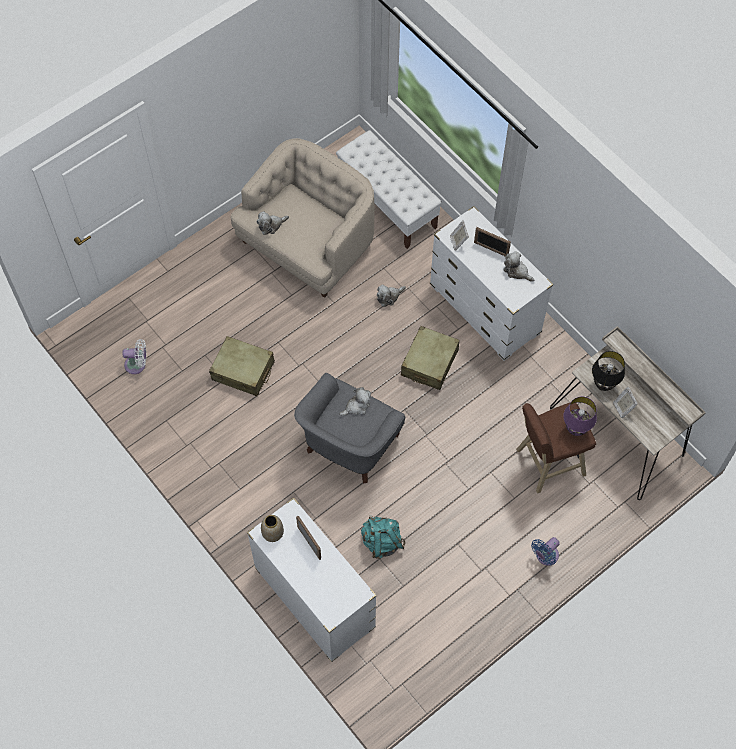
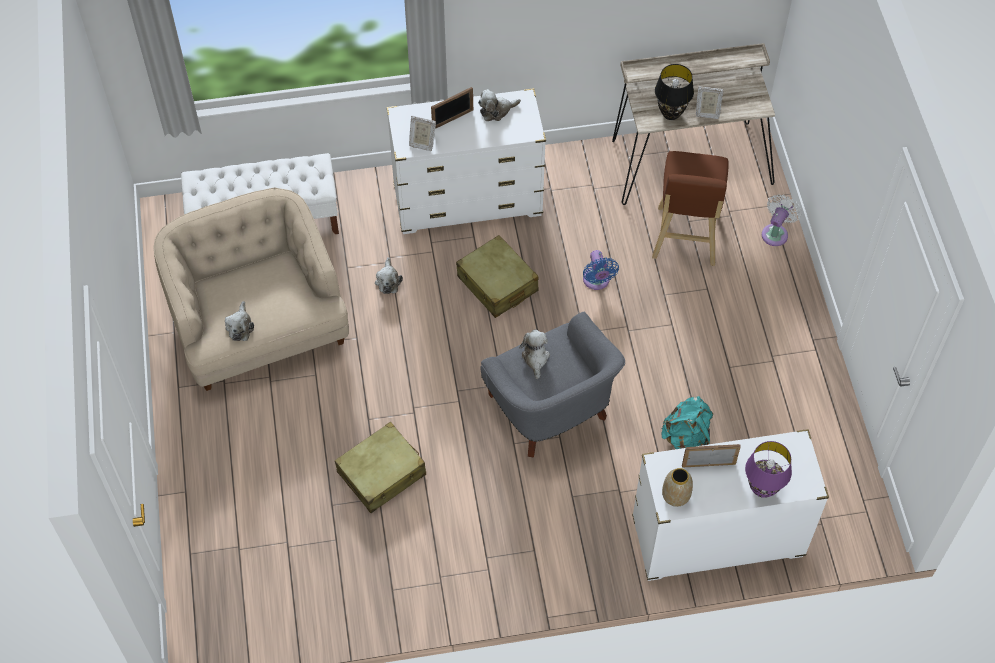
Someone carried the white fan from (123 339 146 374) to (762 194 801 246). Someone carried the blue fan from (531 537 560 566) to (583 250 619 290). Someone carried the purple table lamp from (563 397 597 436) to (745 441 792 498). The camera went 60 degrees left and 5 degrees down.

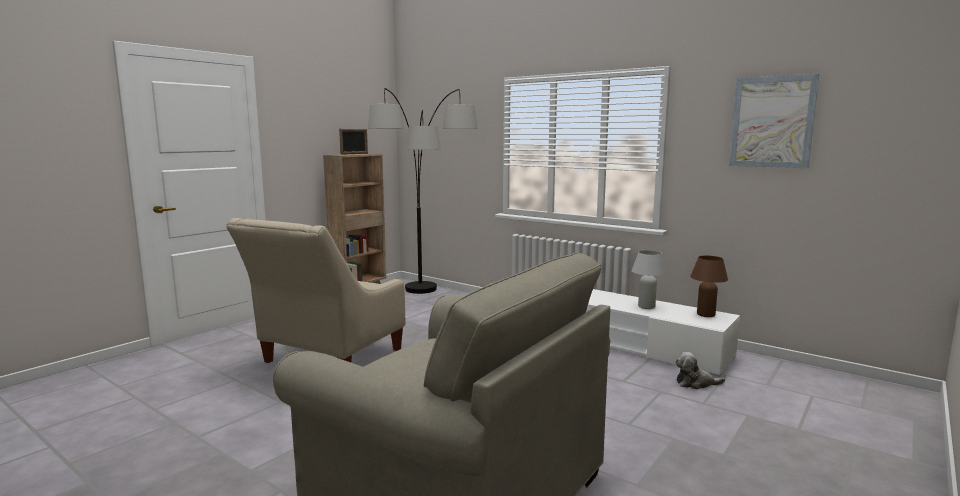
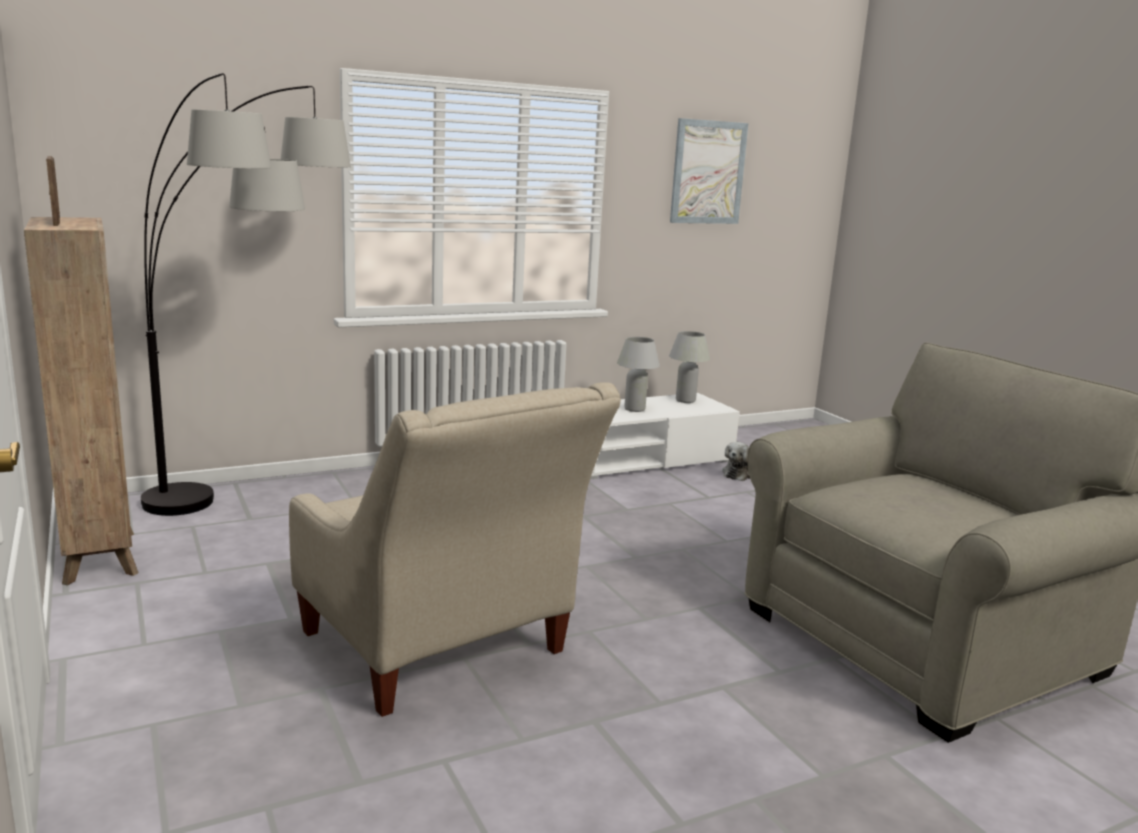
Someone repainted the brown table lamp at (690 256 728 317), which became the white table lamp at (669 331 710 403). The camera went 65 degrees left and 5 degrees up.

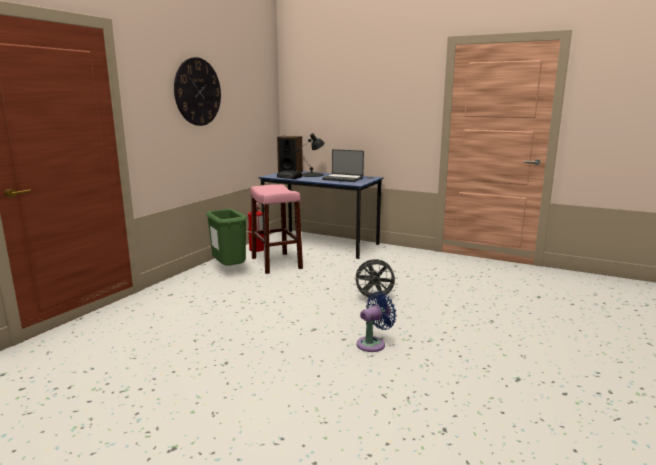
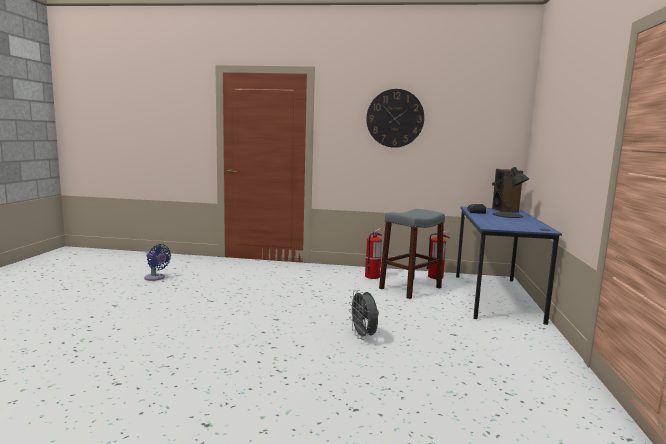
Someone took away the laptop at (322 149 364 182). Someone carried the blue fan from (357 292 397 352) to (144 244 171 281). Someone swapped the green trash can at (206 209 248 266) for the fire extinguisher at (365 228 382 279). Someone repainted the pink stool at (250 184 303 274), which became the grey stool at (379 209 445 299). The camera went 70 degrees right and 5 degrees down.

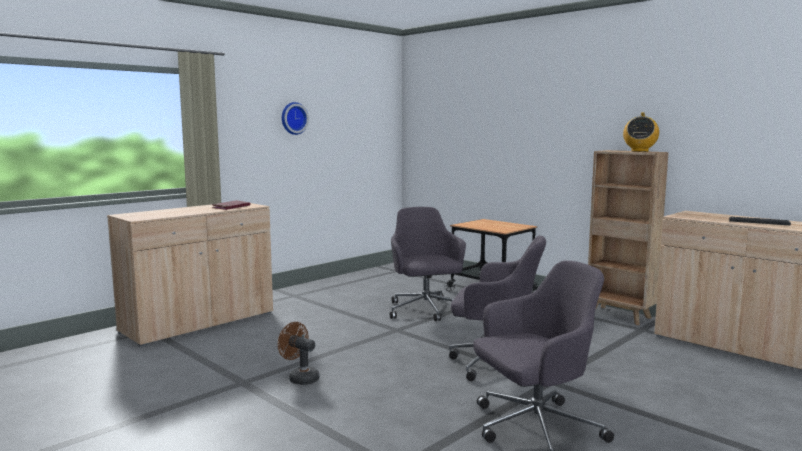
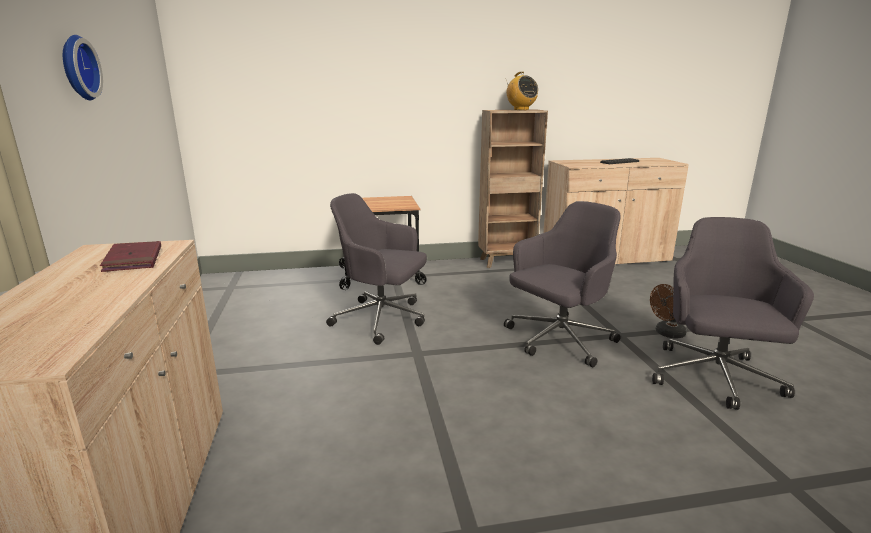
Someone carried the brown fan from (278 322 320 385) to (650 284 687 339). The camera went 55 degrees left and 10 degrees up.

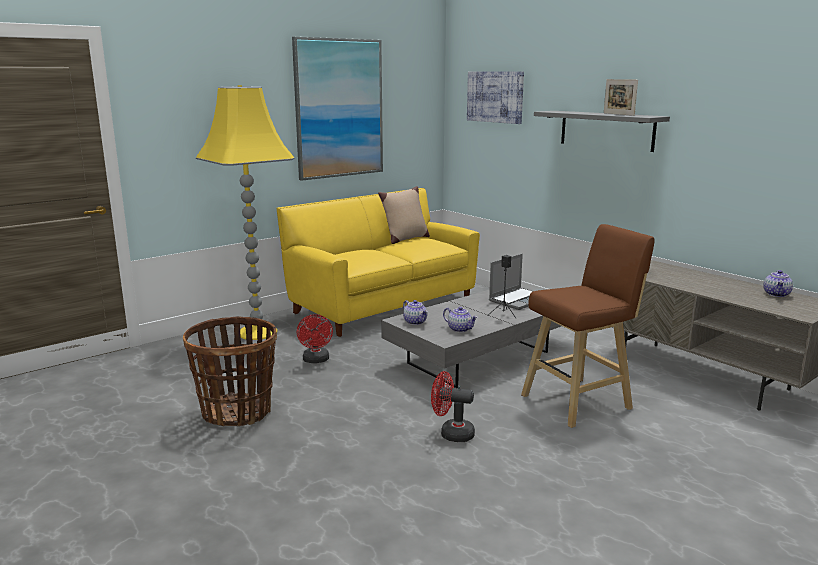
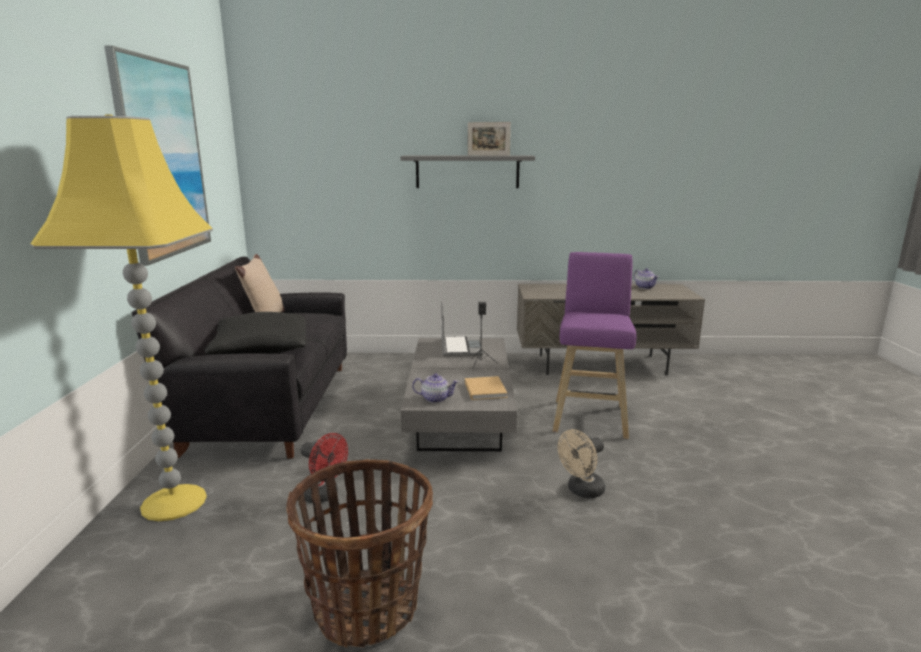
Someone took away the picture at (467 71 524 124). Someone put down the black pillow at (205 312 306 355). Someone swapped the teapot at (443 307 478 332) for the beige book at (465 376 507 400). Someone repainted the yellow sofa at (277 188 480 337), which became the black sofa at (132 257 347 459). Someone repainted the red fan at (431 371 475 442), which became the beige fan at (558 429 605 498). Someone repainted the brown stool at (521 224 655 428), which became the purple stool at (553 252 636 439). The camera went 50 degrees left and 0 degrees up.

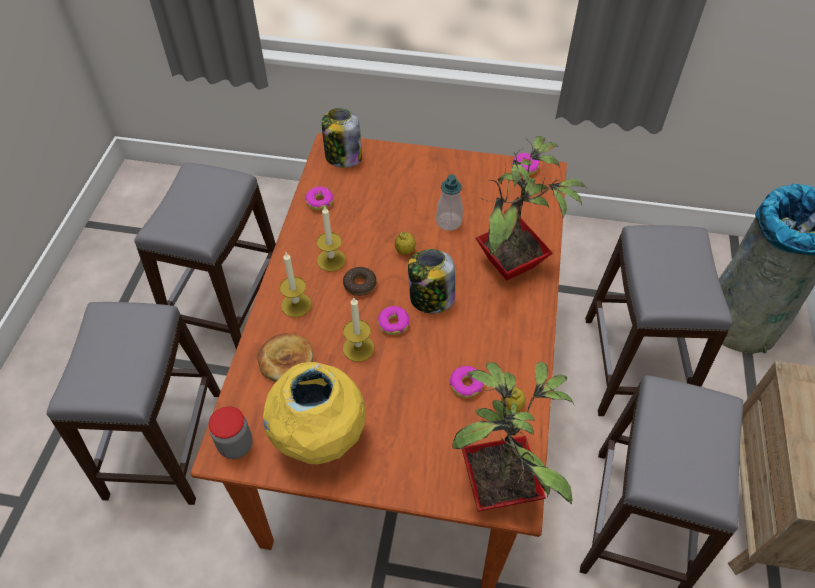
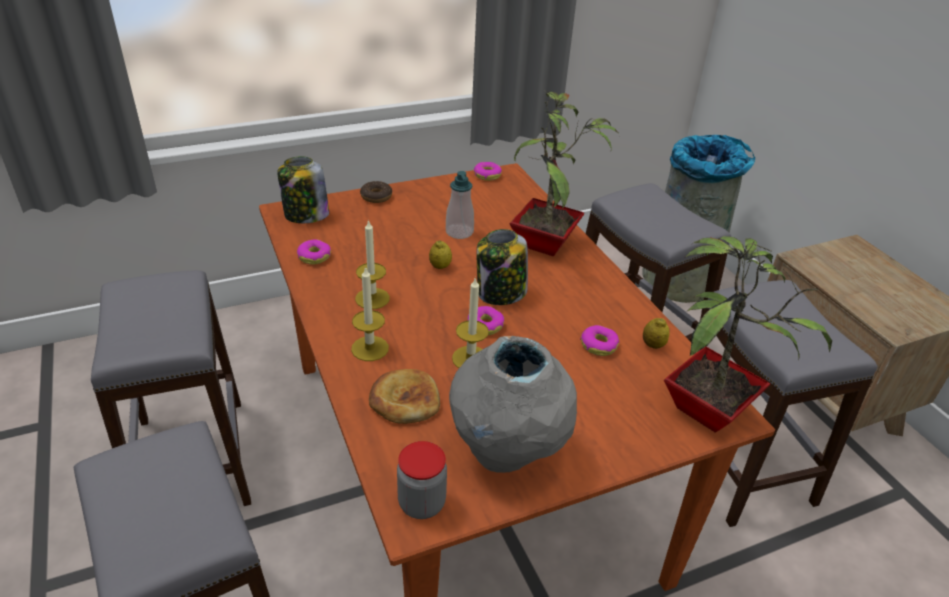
Someone carried the donut from (343 267 377 296) to (360 181 392 203). Someone repainted the yellow vase at (263 362 366 464), which became the grey vase at (449 336 577 473). The camera went 35 degrees left and 15 degrees down.

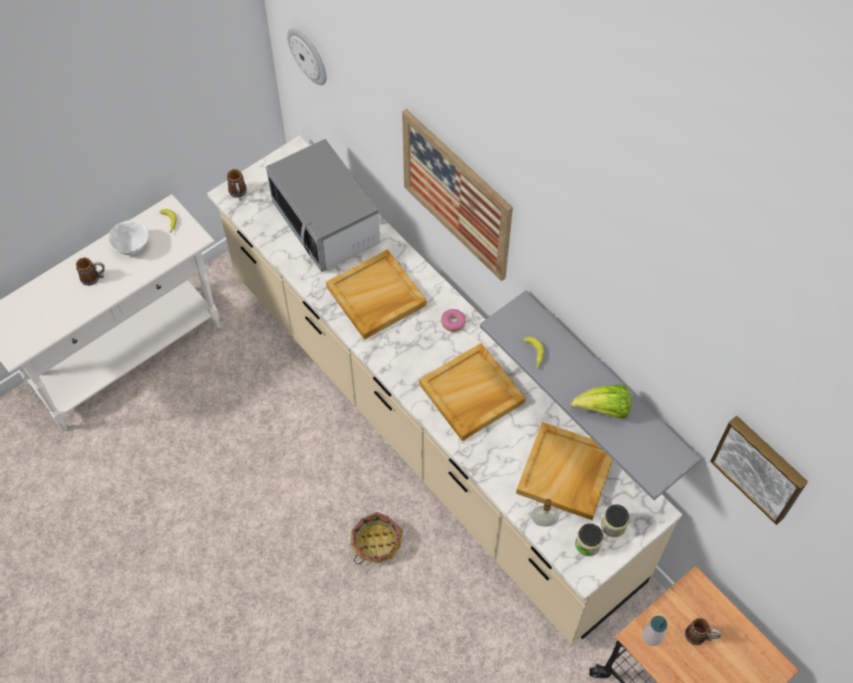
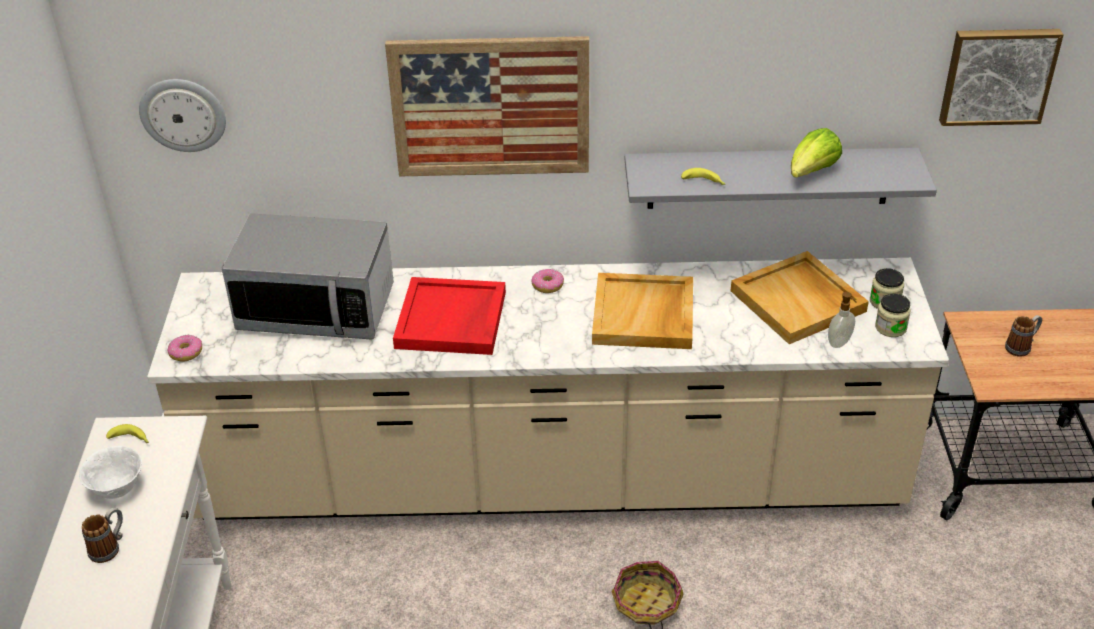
Someone took away the soap dispenser at (642 616 667 646). Someone swapped the mug at (227 169 247 200) for the donut at (168 335 202 362). Someone repainted the beige tray at (326 249 427 340), which became the red tray at (393 277 506 355). The camera went 50 degrees left and 20 degrees down.

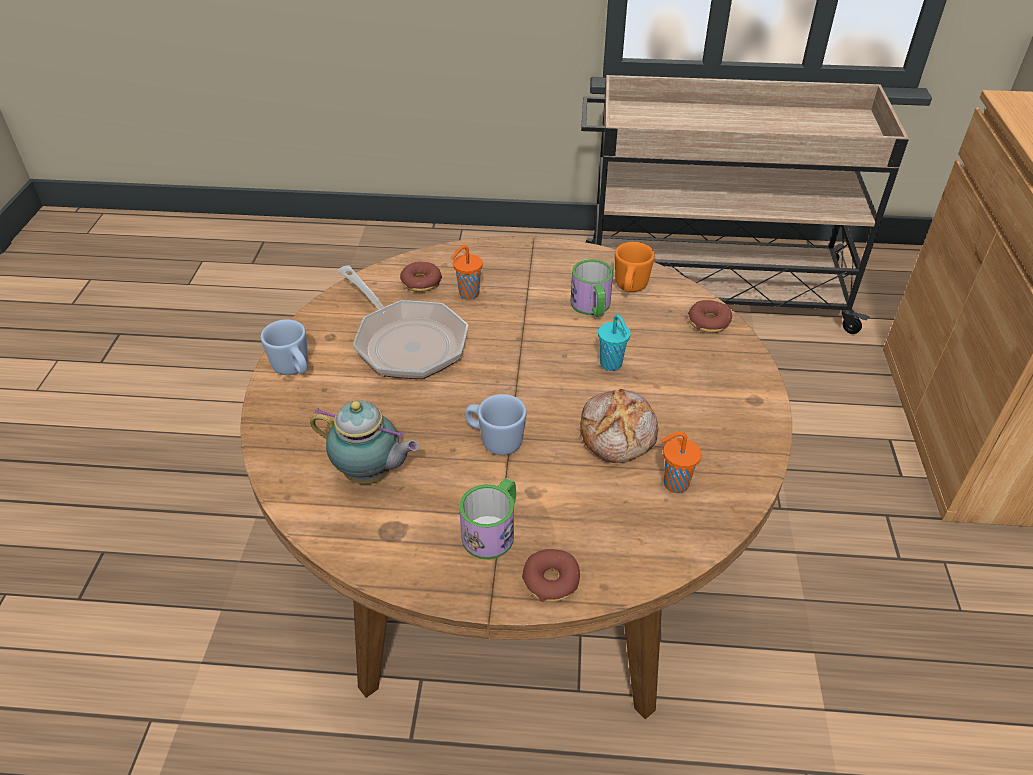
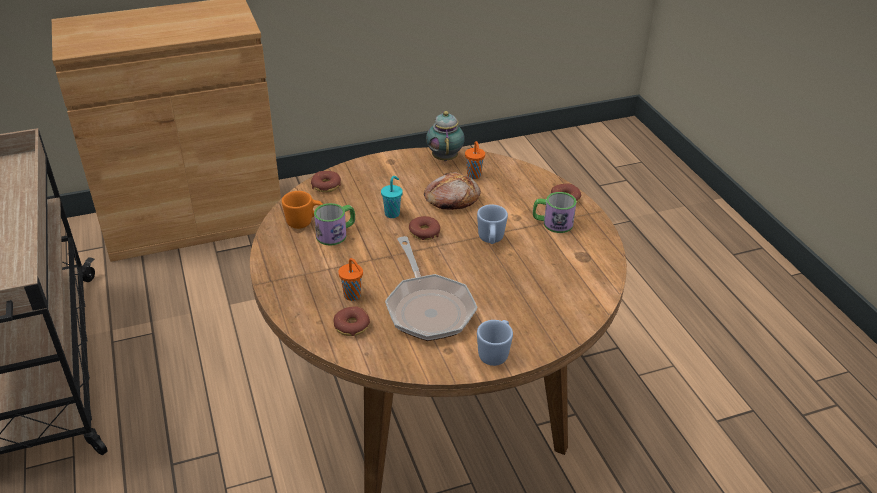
Someone put down the donut at (409 216 440 240). Someone carried the teapot from (310 400 419 484) to (426 111 465 161). Someone rotated the frying pan at (337 265 468 379) by 135 degrees clockwise. The camera went 115 degrees left and 5 degrees down.

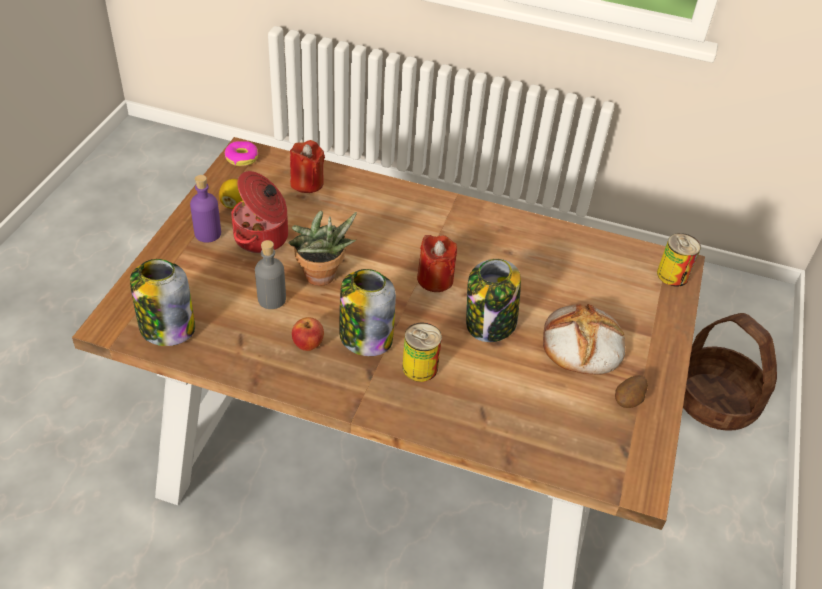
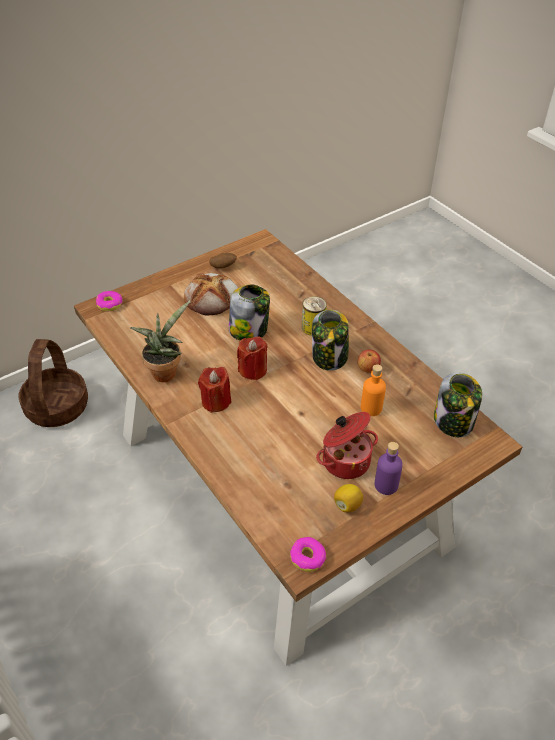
Someone carried the potted plant from (289 211 357 286) to (130 301 190 382). Someone carried the red candle from (290 140 325 193) to (198 367 232 413). Someone swapped the can at (657 233 701 287) for the donut at (96 291 123 311). Someone repainted the grey bottle at (255 240 286 309), which became the orange bottle at (361 364 386 416). The camera went 140 degrees left and 0 degrees up.

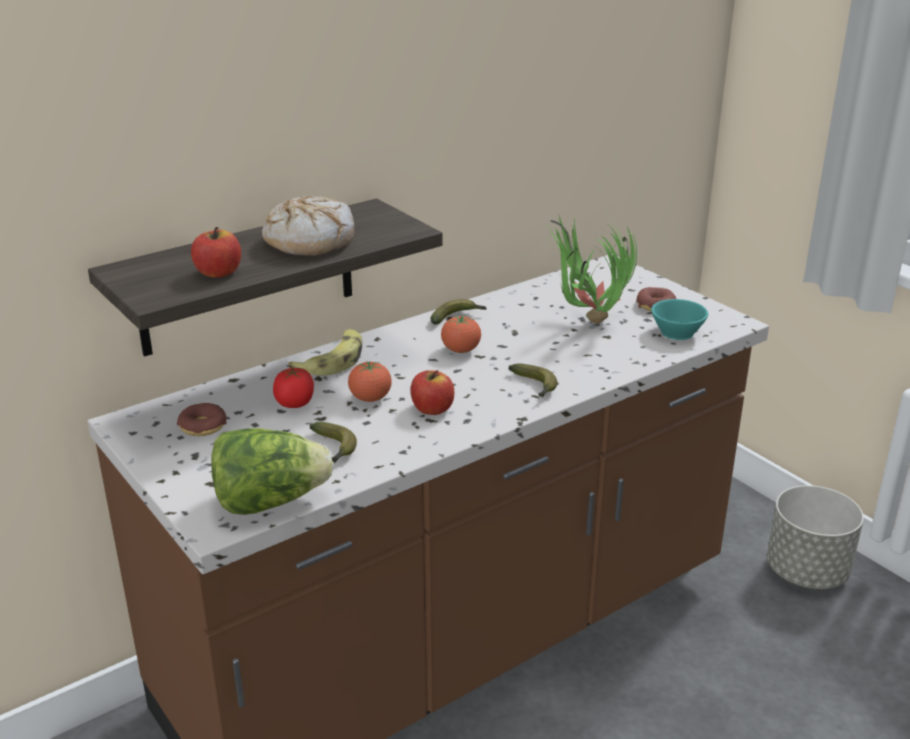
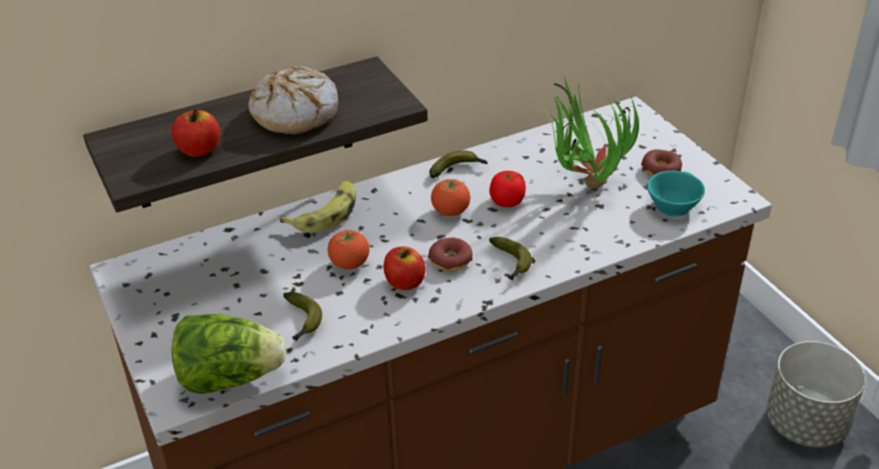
Someone carried the donut from (177 403 227 436) to (428 237 473 271). Someone carried the tomato from (273 367 314 408) to (489 171 526 207). The camera went 10 degrees right and 10 degrees up.

